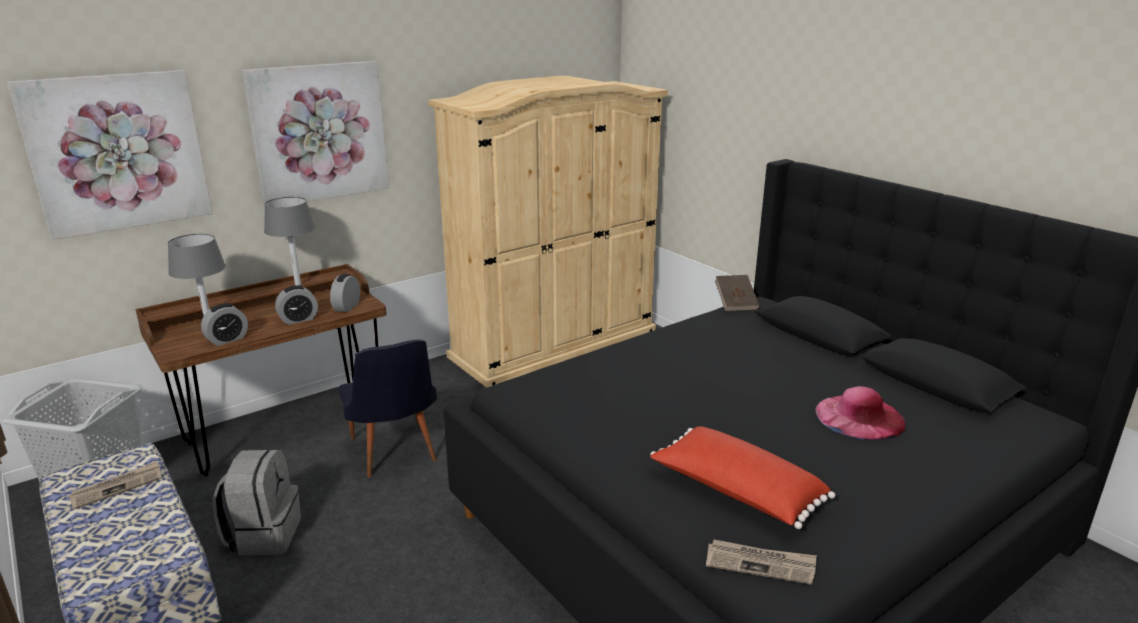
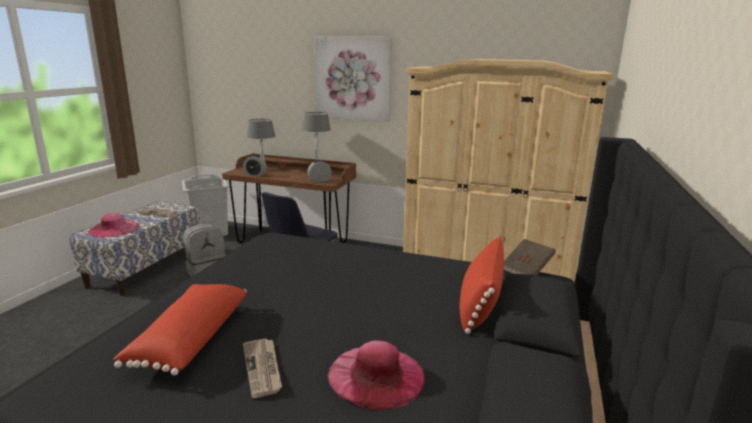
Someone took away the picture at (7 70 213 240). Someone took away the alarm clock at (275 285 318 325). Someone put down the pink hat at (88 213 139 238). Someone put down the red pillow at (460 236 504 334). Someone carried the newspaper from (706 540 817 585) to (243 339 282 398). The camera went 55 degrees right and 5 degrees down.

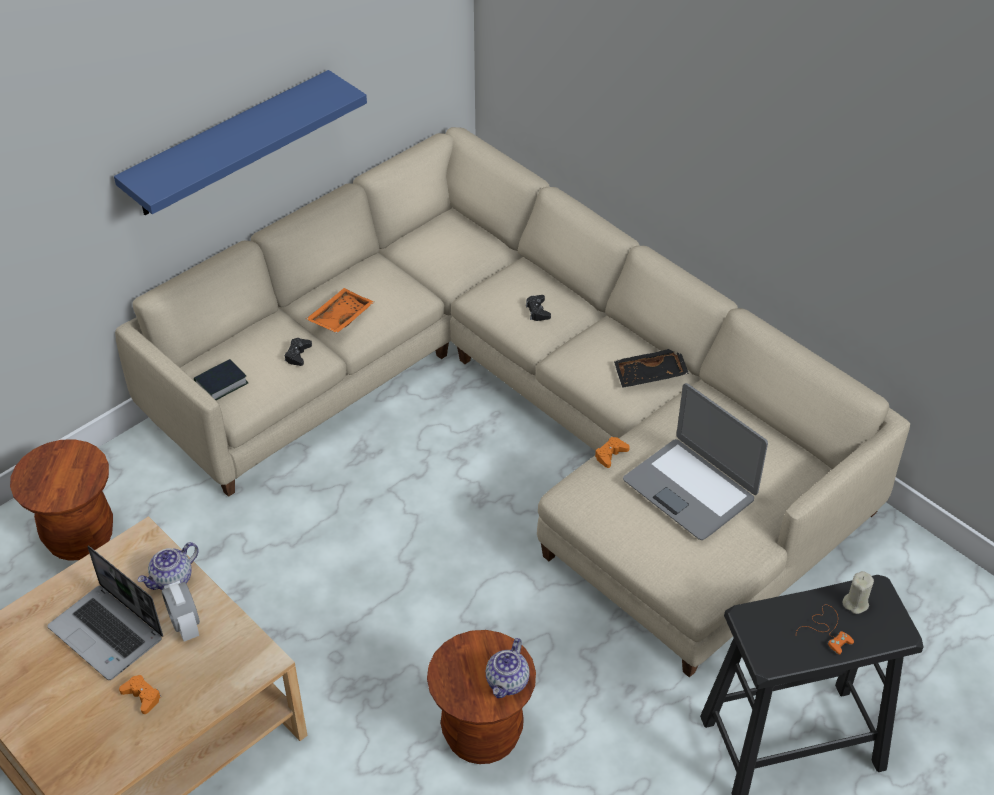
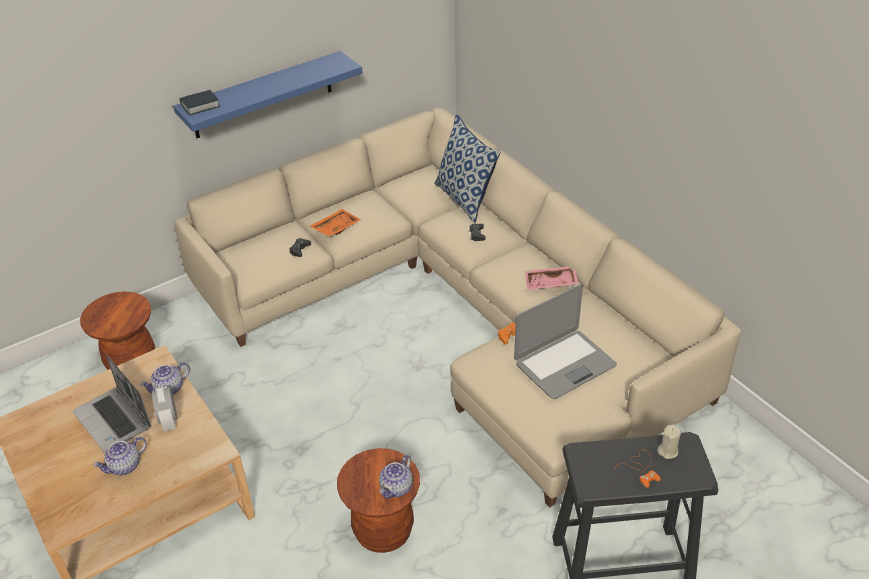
Someone put down the pillow at (435 114 501 223). Someone carried the book from (194 359 248 400) to (180 90 220 115). Someone swapped the orange game controller at (119 675 161 714) for the teapot at (93 437 147 475). Someone repainted the black tray at (614 349 689 388), which became the pink tray at (525 266 578 290). Someone rotated the laptop at (623 383 768 540) by 90 degrees counterclockwise. The camera went 10 degrees right and 5 degrees down.

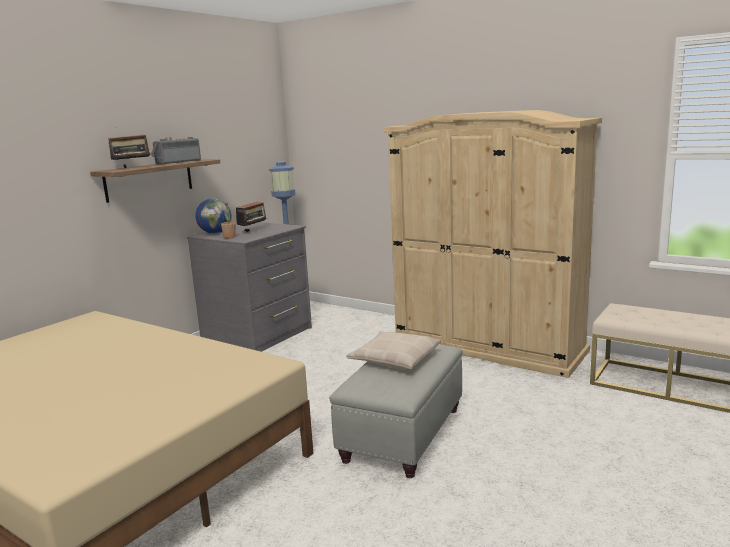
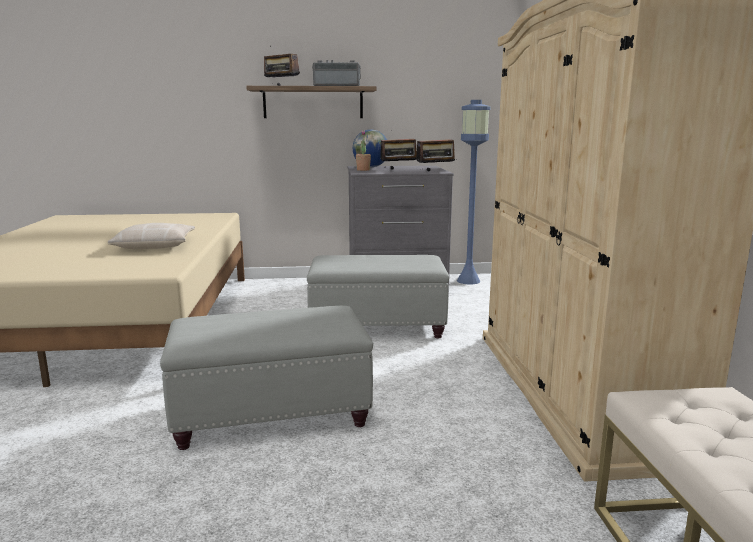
Someone put down the grey ottoman at (307 255 449 338). Someone put down the radio at (416 131 457 172). Someone carried the beige pillow from (346 331 441 369) to (108 223 195 249). The camera went 50 degrees right and 0 degrees up.

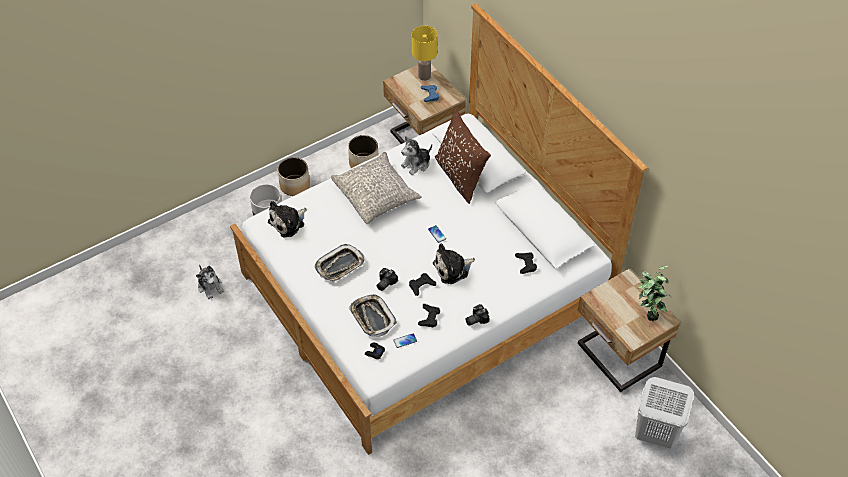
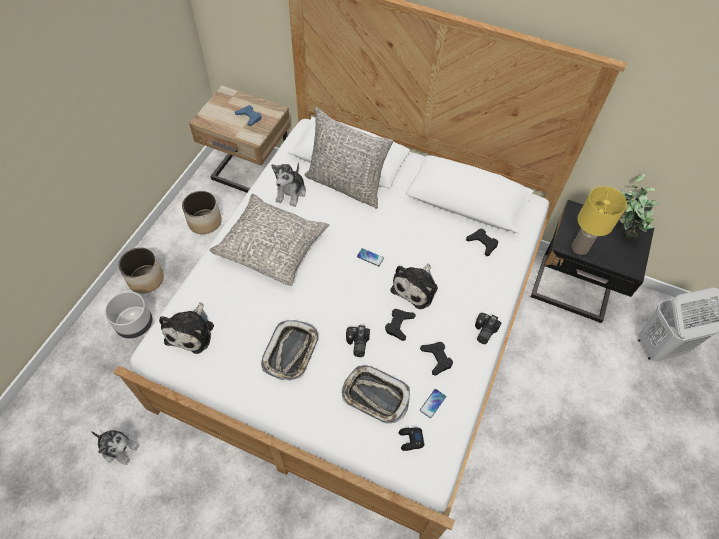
Someone carried the yellow table lamp from (412 26 438 81) to (572 186 627 255). Someone repainted the brown pillow at (435 109 491 204), which became the grey pillow at (304 107 394 209). Someone repainted the beige nightstand at (578 269 680 392), which became the black nightstand at (531 200 654 323). The camera went 35 degrees left and 5 degrees up.

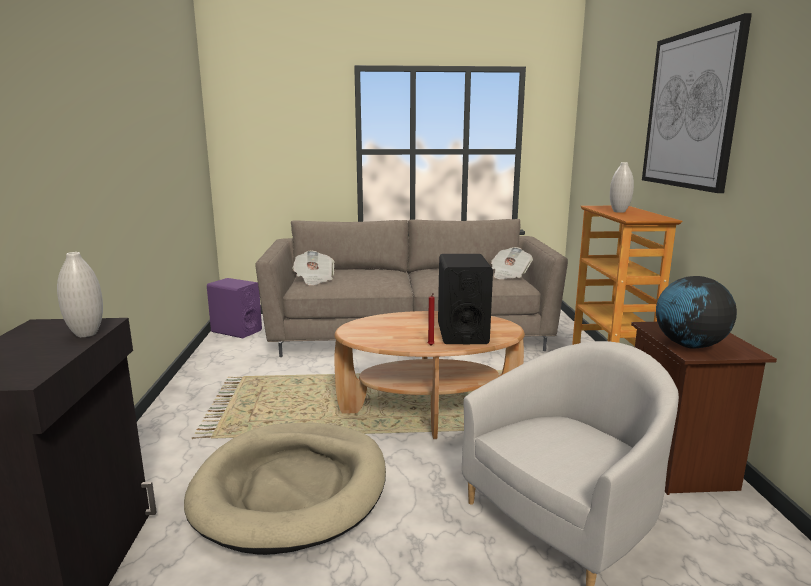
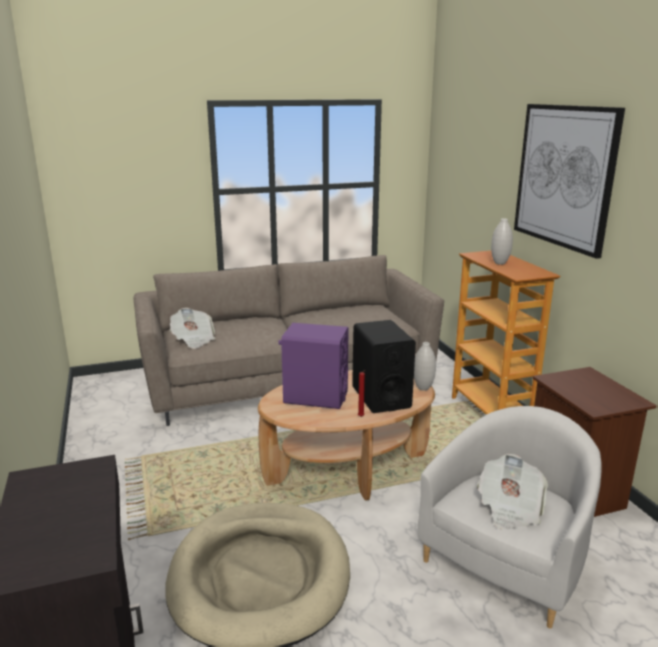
Someone took away the globe at (656 276 737 349). Someone carried the white vase from (57 252 103 337) to (414 342 436 391). Someone carried the purple speaker from (207 278 262 338) to (278 323 349 409). Someone carried the newspaper from (491 247 533 279) to (477 454 548 530). The camera went 15 degrees left and 5 degrees up.

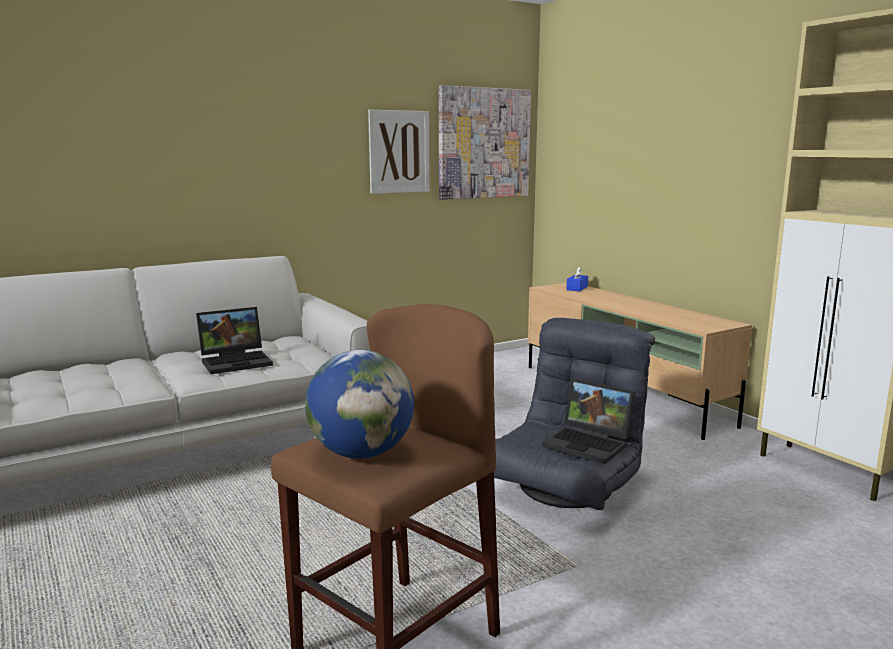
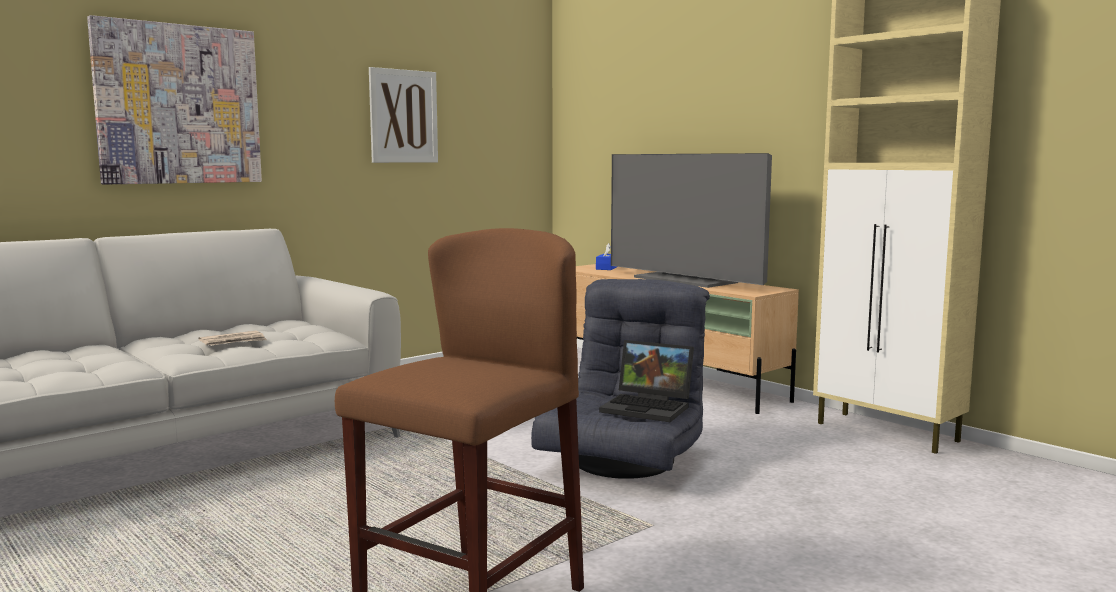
Someone took away the globe at (305 350 414 459). Someone put down the television at (611 153 772 288). Someone carried the picture from (439 85 531 200) to (87 15 262 185). Someone swapped the laptop at (196 307 273 374) for the newspaper at (198 331 267 345). The camera went 10 degrees left and 5 degrees down.

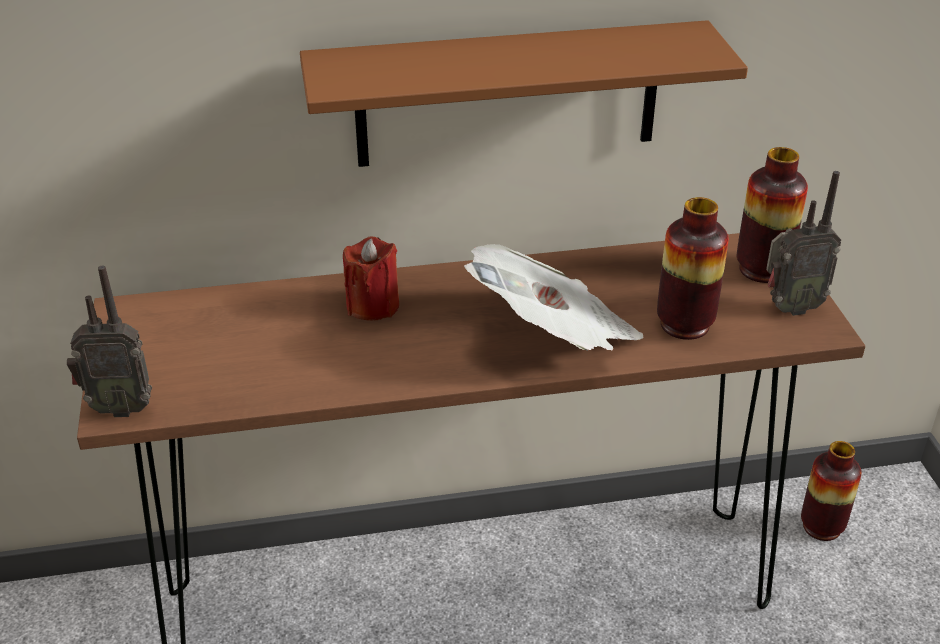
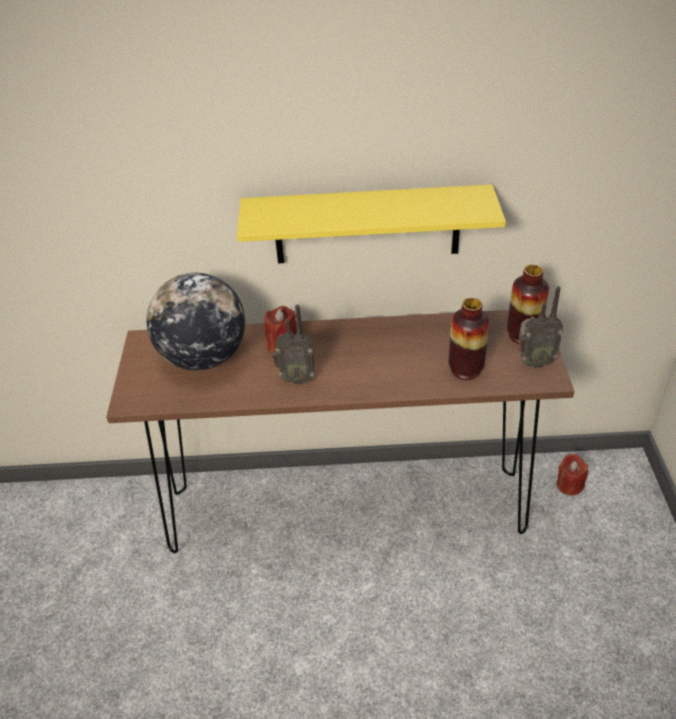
Someone took away the newspaper at (464 244 644 351). Someone put down the globe at (147 273 245 370). Someone carried the radio from (67 265 152 417) to (272 304 315 385). Someone swapped the vase at (801 441 861 541) for the red candle at (557 454 588 496). Someone repainted the brown shelf at (300 20 748 167), which became the yellow shelf at (237 184 506 263). The camera went 10 degrees right and 5 degrees up.

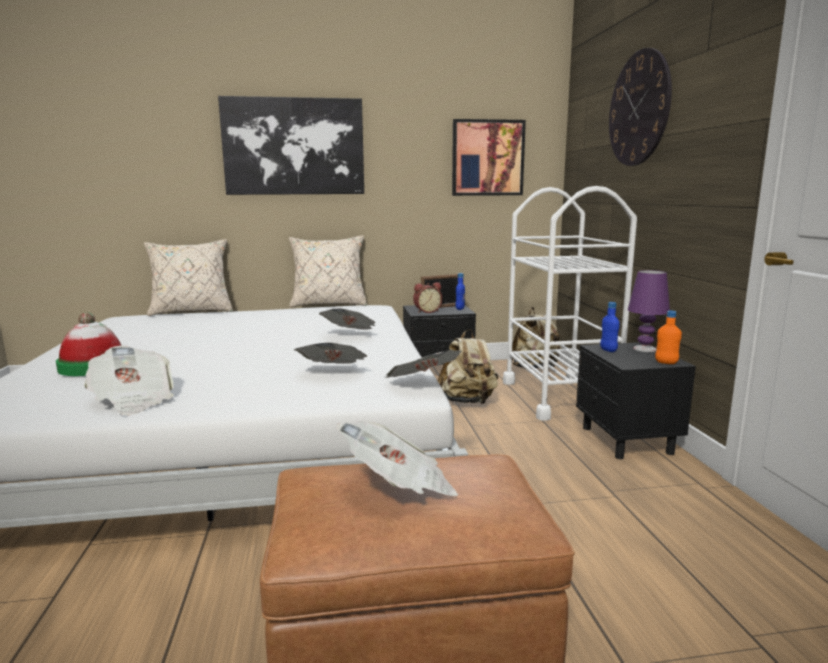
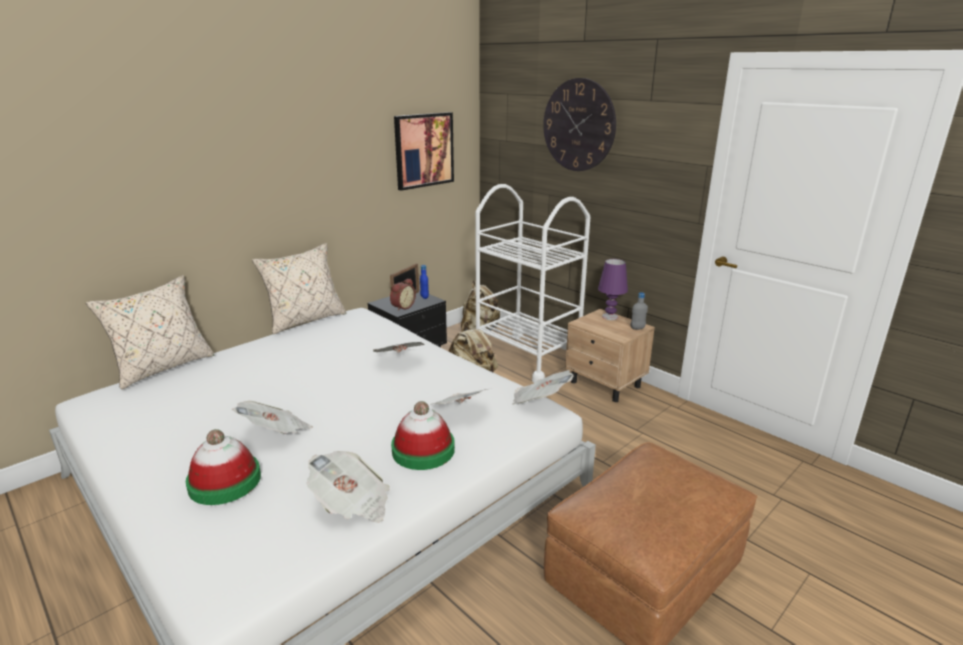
Someone took away the picture at (218 96 364 195). Someone took away the blue bottle at (600 302 620 352). Someone put down the hat at (391 401 455 470). Someone carried the newspaper from (337 421 459 496) to (232 401 313 434). Someone repainted the black nightstand at (576 342 696 459), which became the beige nightstand at (565 309 655 402). Someone repainted the orange bottle at (655 310 682 364), which became the grey bottle at (631 292 648 330). The camera went 35 degrees left and 10 degrees up.

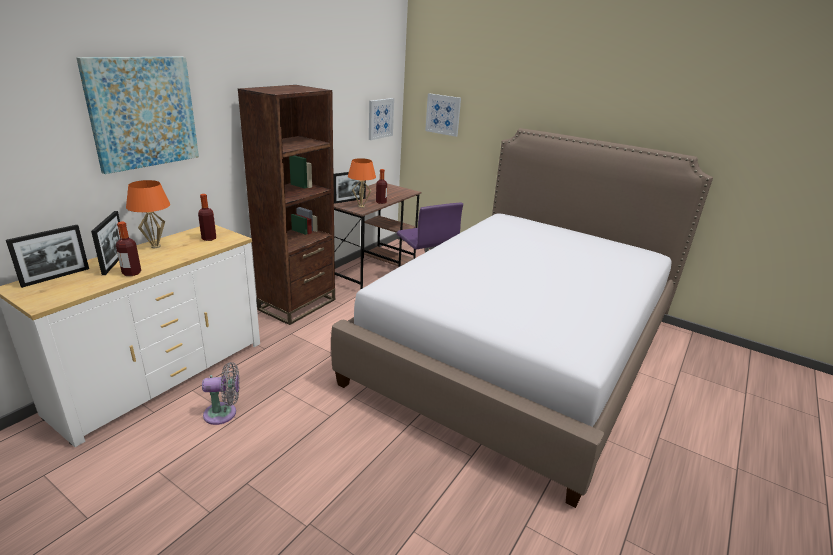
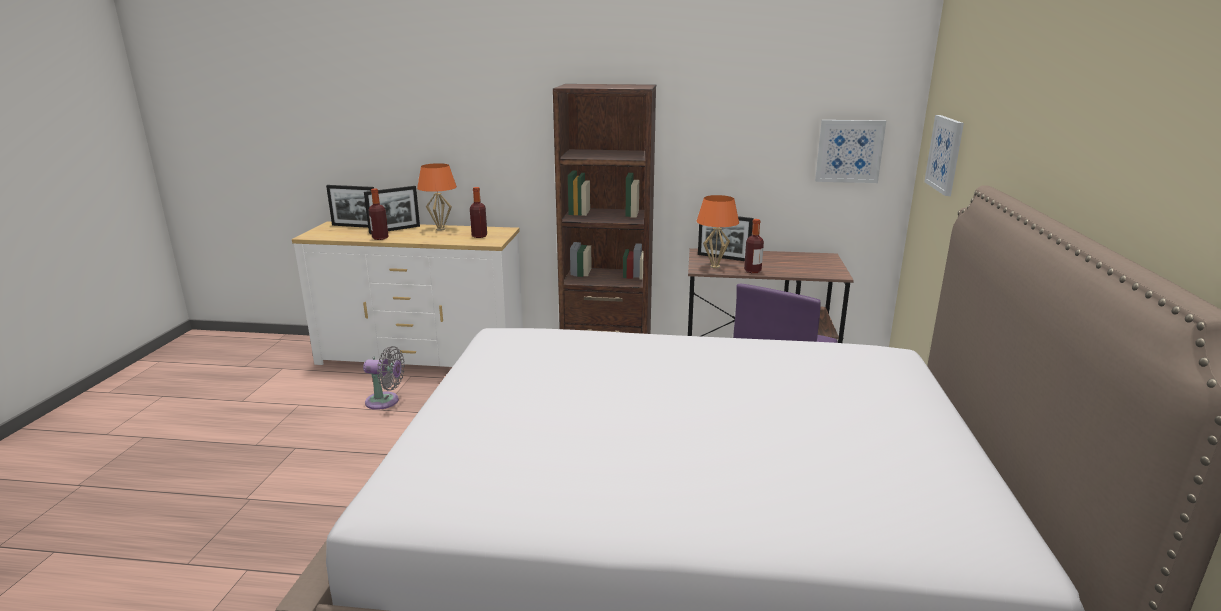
Someone took away the picture at (76 57 199 174). Someone rotated the grey fan at (202 362 240 425) by 45 degrees counterclockwise. The camera went 65 degrees right and 5 degrees down.

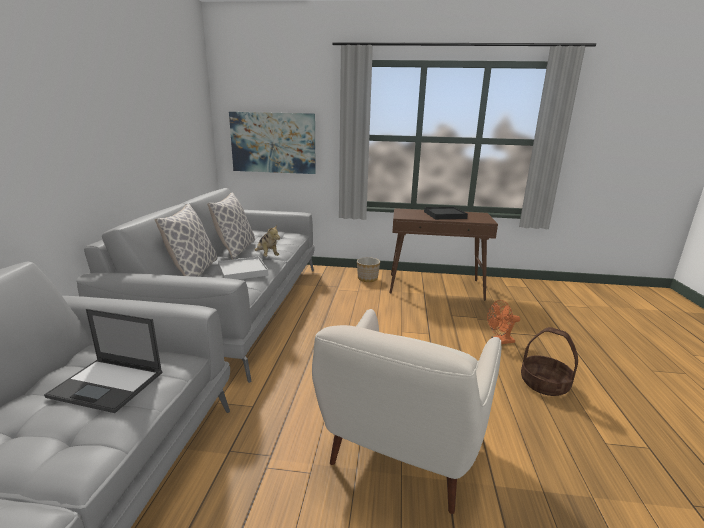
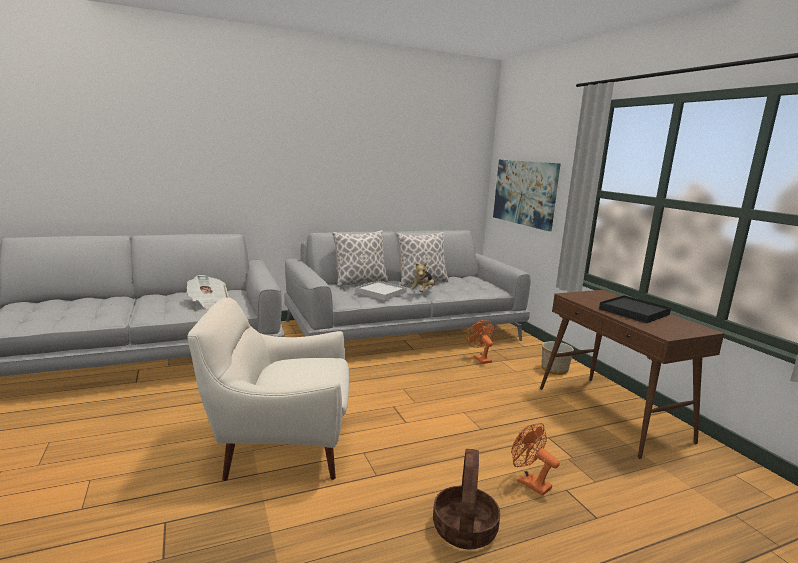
Someone put down the orange fan at (467 320 495 364). Someone swapped the laptop at (44 309 163 413) for the newspaper at (186 275 228 309). The camera went 60 degrees right and 5 degrees down.

